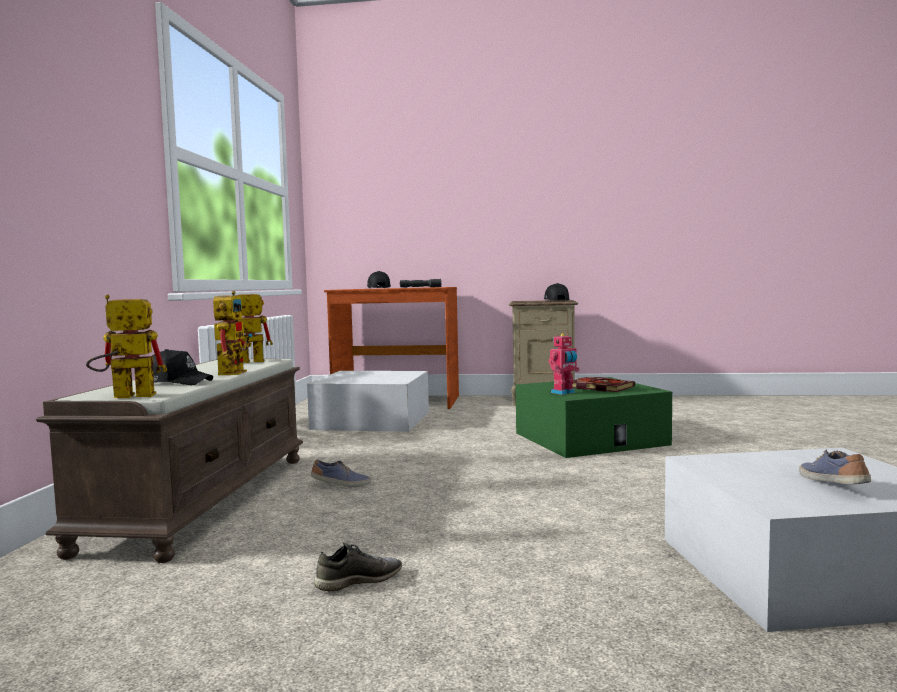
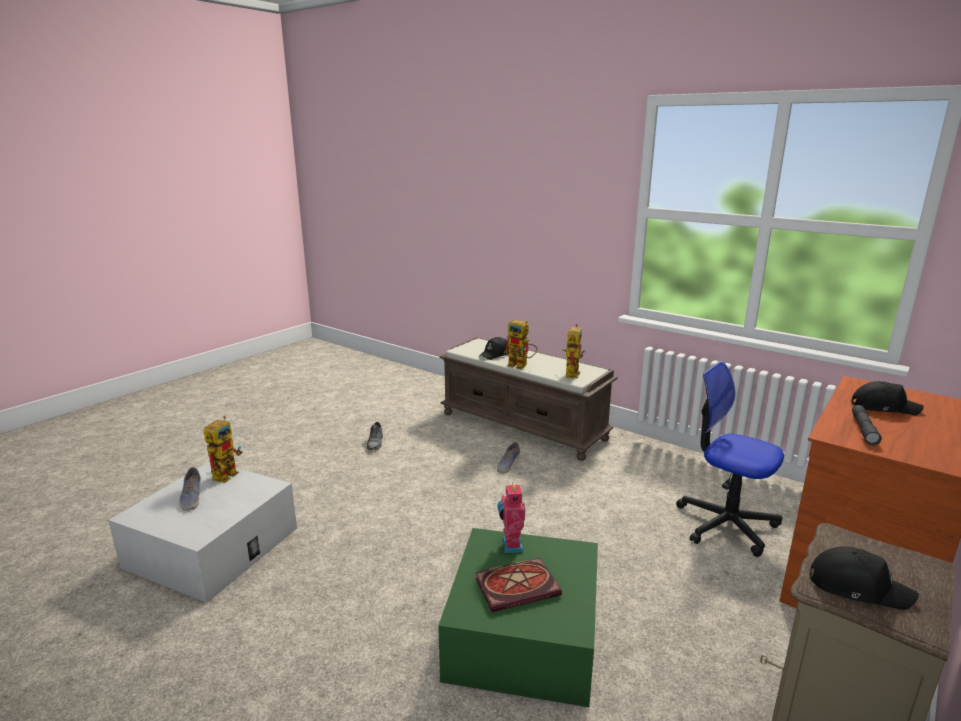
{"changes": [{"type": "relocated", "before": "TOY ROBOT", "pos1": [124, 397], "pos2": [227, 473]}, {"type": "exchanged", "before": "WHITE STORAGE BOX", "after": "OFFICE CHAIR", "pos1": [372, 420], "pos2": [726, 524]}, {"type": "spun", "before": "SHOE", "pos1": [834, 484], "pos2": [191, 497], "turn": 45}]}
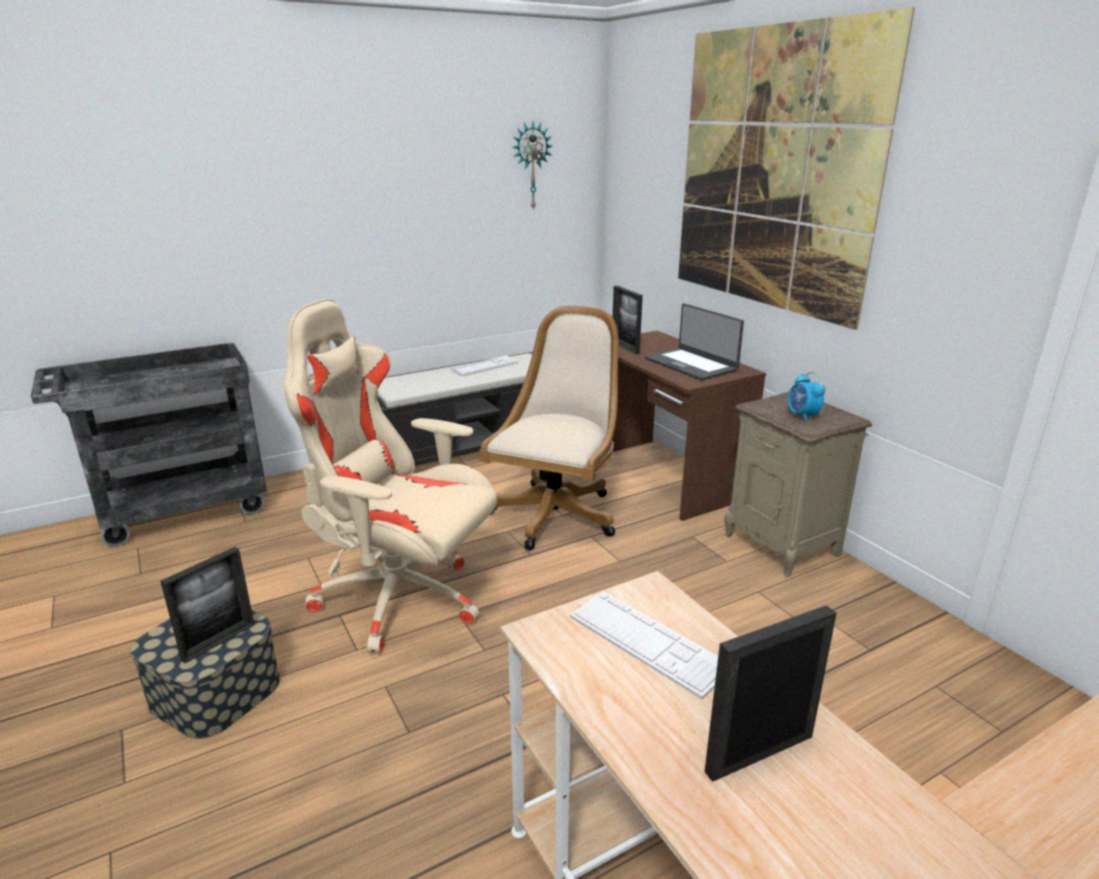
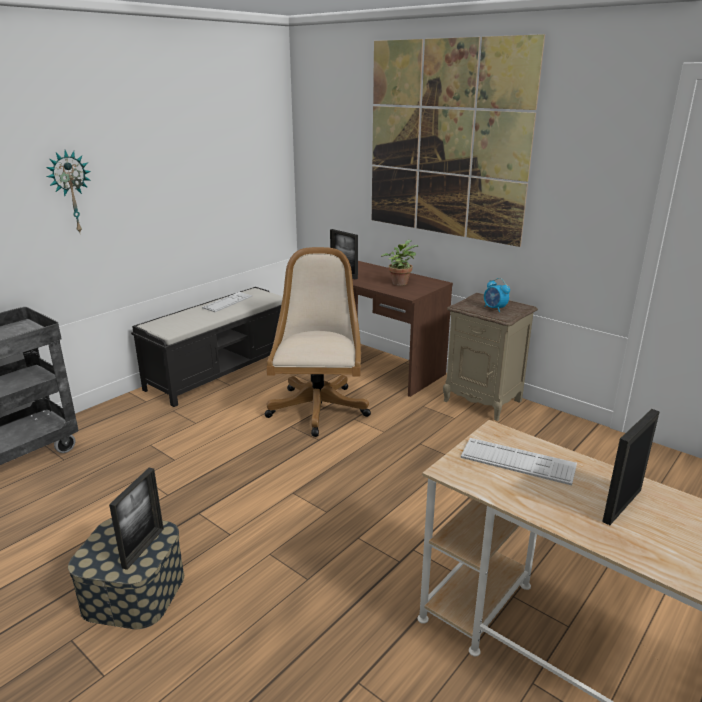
{"changes": [{"type": "relocated", "before": "WALL CLOCK", "pos1": [531, 166], "pos2": [70, 192]}, {"type": "missing", "before": "BEIGE OFFICE CHAIR", "pos1": [408, 603]}, {"type": "exchanged", "before": "LAPTOP", "after": "POTTED PLANT", "pos1": [691, 364], "pos2": [399, 282]}]}
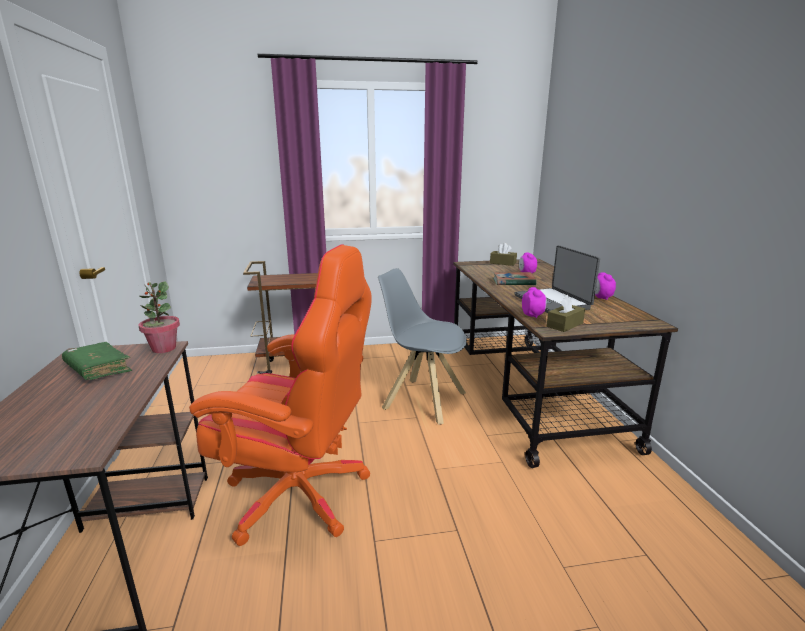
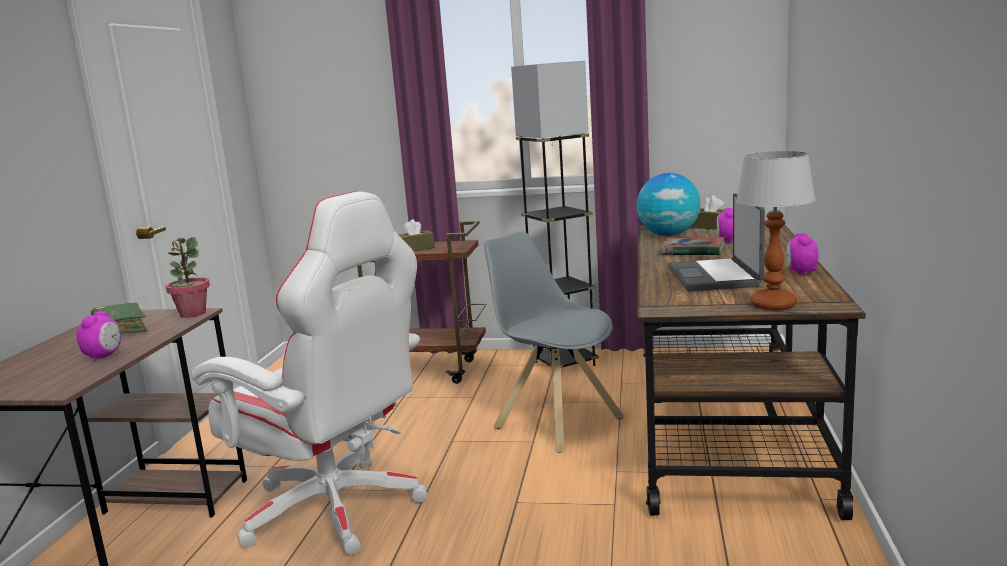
{"changes": [{"type": "colour", "before": "ORANGE OFFICE CHAIR", "after": "WHITE OFFICE CHAIR", "pos1": [297, 494], "pos2": [332, 508]}, {"type": "relocated", "before": "ALARM CLOCK", "pos1": [533, 315], "pos2": [104, 356]}, {"type": "relocated", "before": "BROWN TISSUE BOX", "pos1": [565, 325], "pos2": [415, 248]}, {"type": "appeared", "after": "GREY FLOOR LAMP", "pos2": [564, 363]}, {"type": "appeared", "after": "TABLE LAMP", "pos2": [774, 305]}, {"type": "appeared", "after": "GLOBE", "pos2": [669, 235]}]}
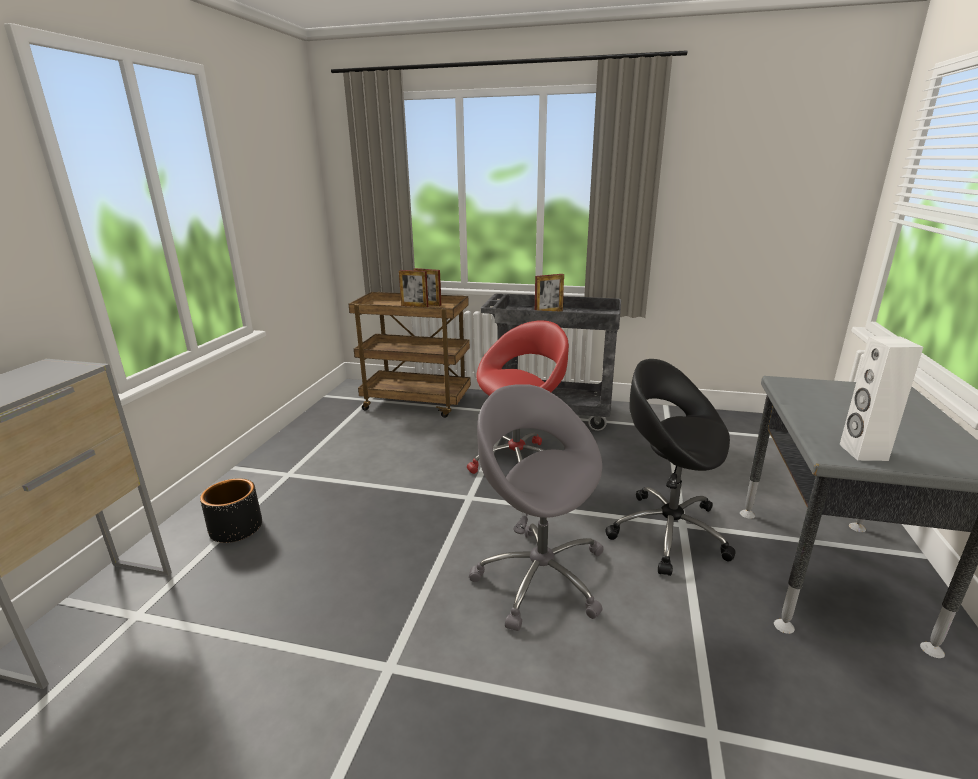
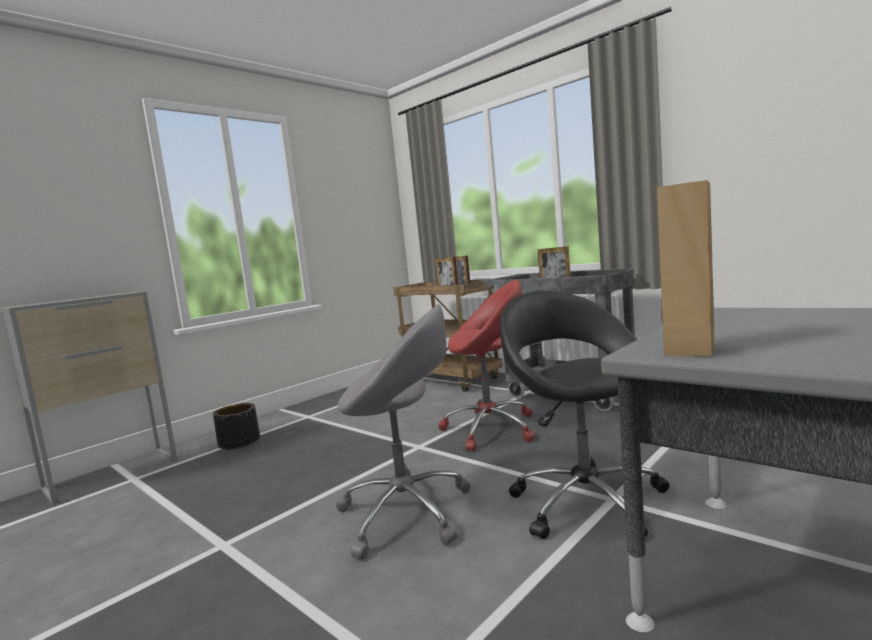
{"changes": [{"type": "colour", "before": "WHITE SPEAKER", "after": "BROWN SPEAKER", "pos1": [862, 452], "pos2": [688, 351]}, {"type": "spun", "before": "GREY OFFICE CHAIR", "pos1": [539, 577], "pos2": [408, 512], "turn": 120}]}
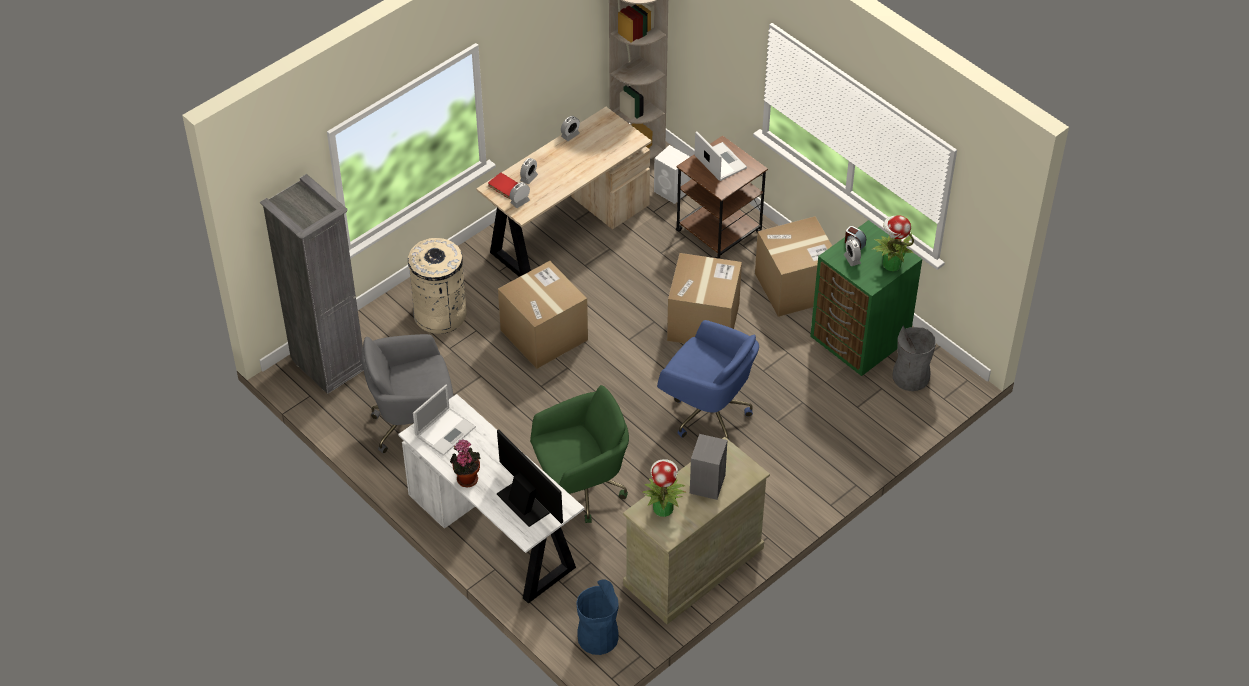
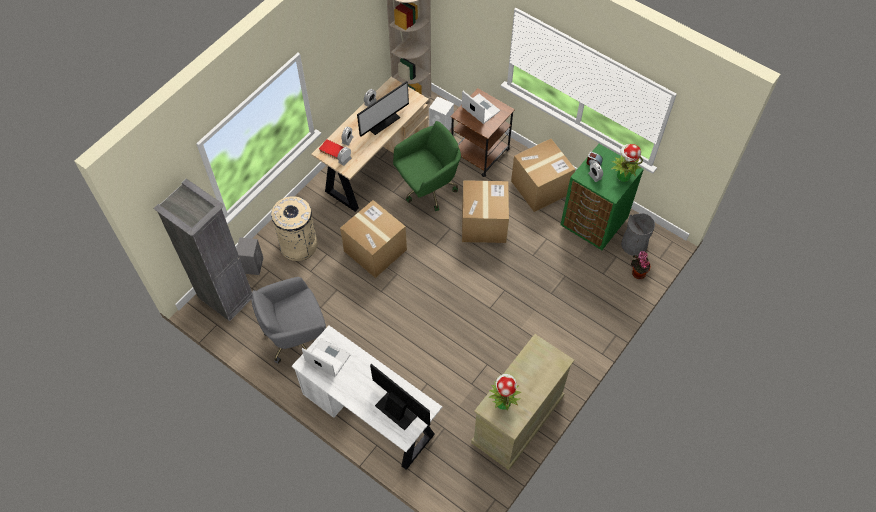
{"changes": [{"type": "missing", "before": "BLUE OFFICE CHAIR", "pos1": [706, 414]}, {"type": "spun", "before": "LAPTOP", "pos1": [446, 431], "pos2": [327, 357], "turn": -90}, {"type": "relocated", "before": "GREEN OFFICE CHAIR", "pos1": [581, 491], "pos2": [428, 190]}, {"type": "relocated", "before": "GREY SPEAKER", "pos1": [707, 483], "pos2": [252, 264]}, {"type": "relocated", "before": "POTTED PLANT", "pos1": [466, 478], "pos2": [637, 272]}, {"type": "missing", "before": "BLUE TRASH CAN", "pos1": [598, 637]}, {"type": "appeared", "after": "MONITOR", "pos2": [382, 121]}]}
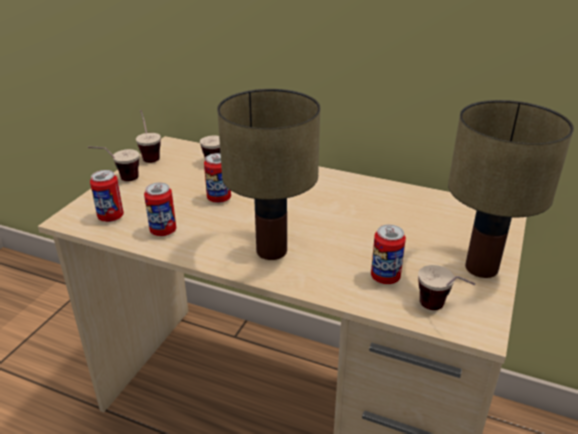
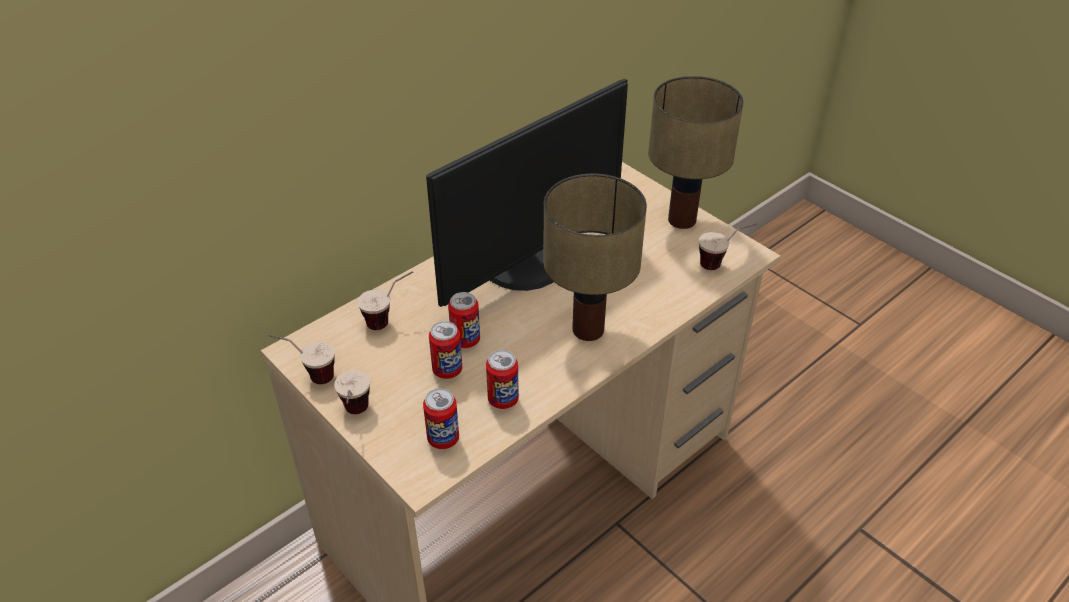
{"changes": [{"type": "relocated", "before": "CAN", "pos1": [385, 277], "pos2": [447, 370]}, {"type": "appeared", "after": "MONITOR", "pos2": [526, 264]}]}
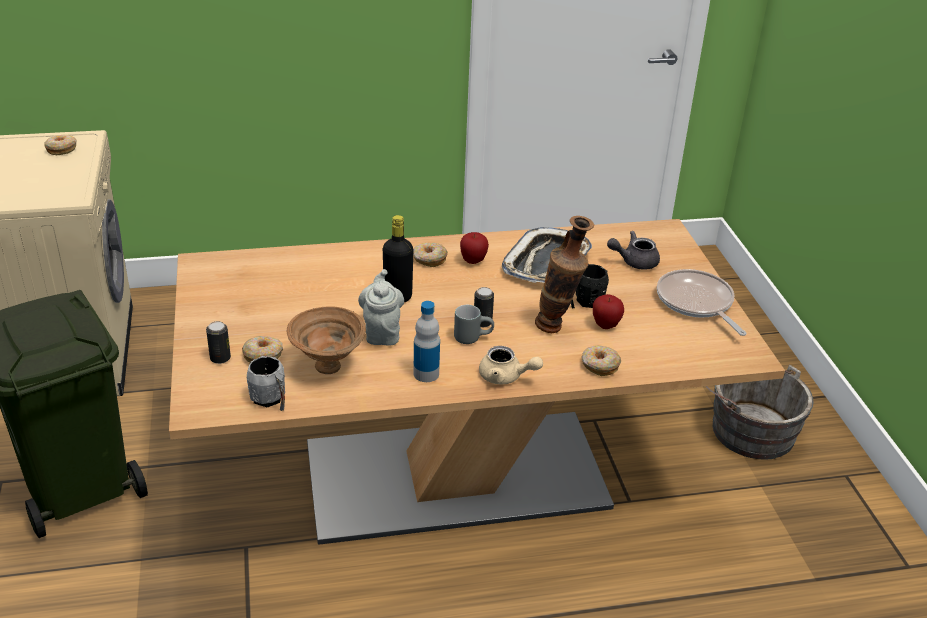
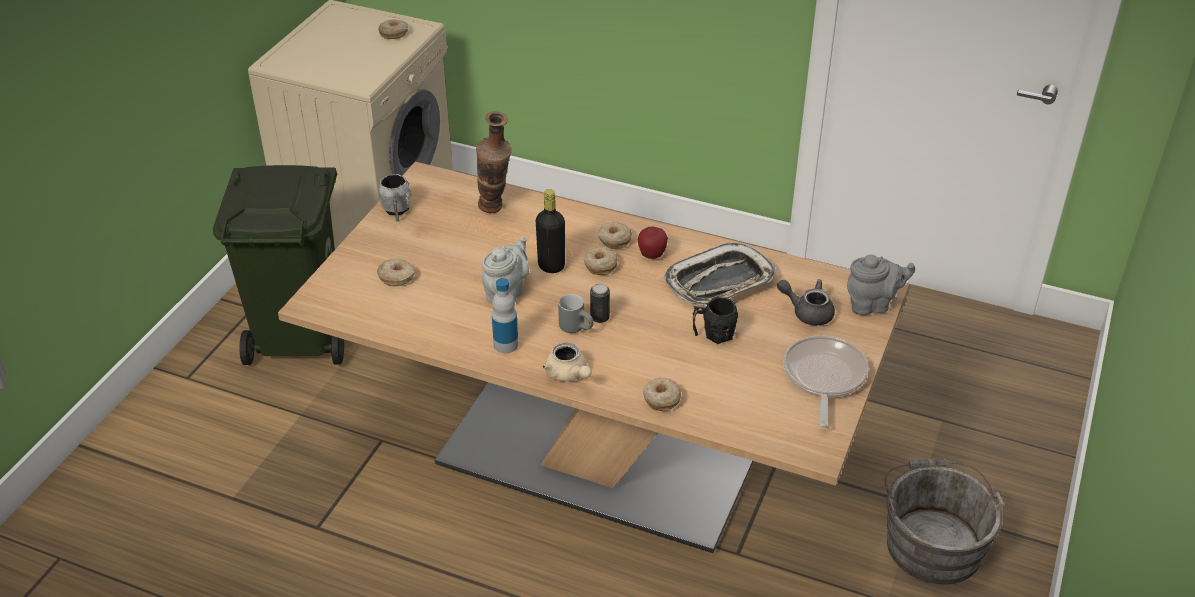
{"changes": [{"type": "relocated", "before": "VASE", "pos1": [557, 328], "pos2": [495, 211]}, {"type": "missing", "before": "APPLE", "pos1": [605, 325]}, {"type": "missing", "before": "BROWN BOWL", "pos1": [329, 367]}, {"type": "missing", "before": "CAN", "pos1": [220, 358]}, {"type": "relocated", "before": "GREY MUG", "pos1": [270, 400], "pos2": [396, 211]}, {"type": "appeared", "after": "DONUT", "pos2": [600, 265]}, {"type": "appeared", "after": "GREY TEAPOT", "pos2": [872, 305]}]}
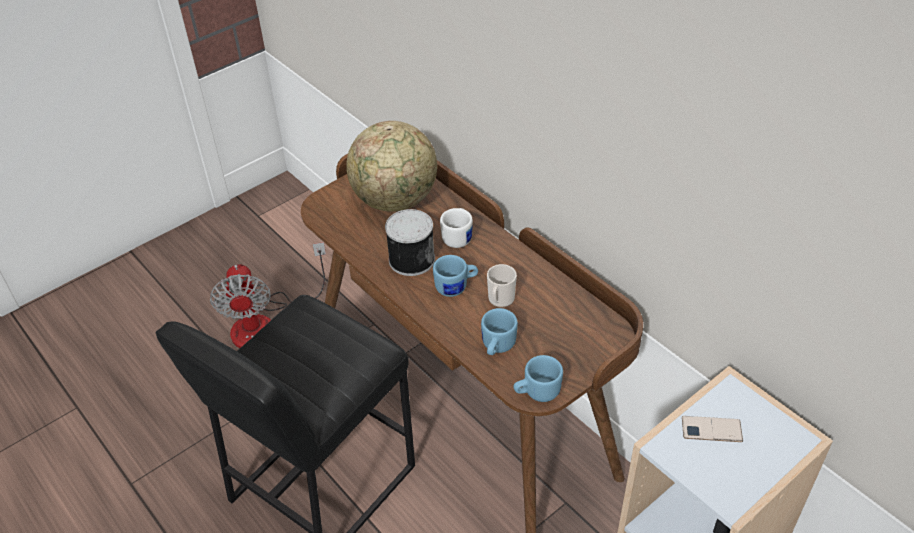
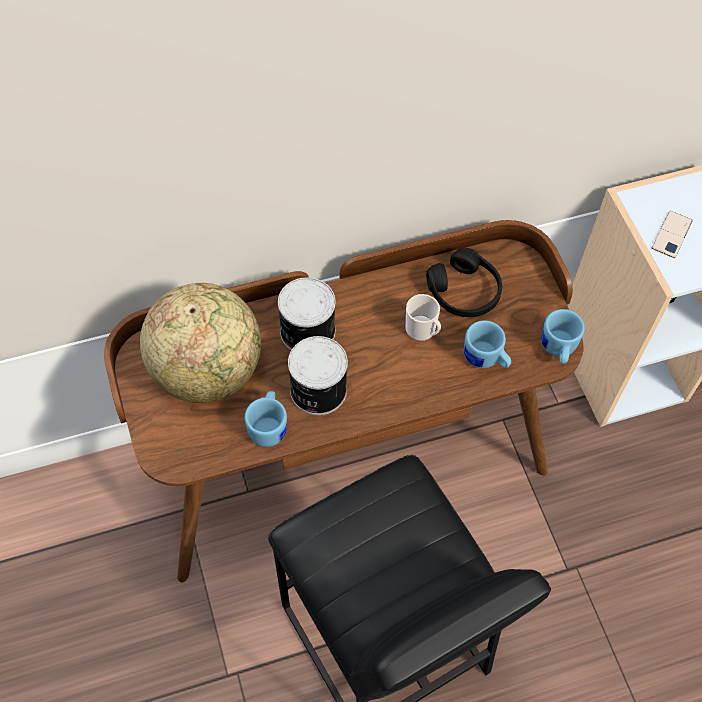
{"changes": [{"type": "exchanged", "before": "WHITE MUG", "after": "CAN", "pos1": [458, 236], "pos2": [306, 331]}, {"type": "missing", "before": "FAN", "pos1": [266, 323]}, {"type": "relocated", "before": "BLUE MUG", "pos1": [456, 287], "pos2": [269, 426]}, {"type": "appeared", "after": "BLACK HEADPHONES", "pos2": [464, 292]}]}
